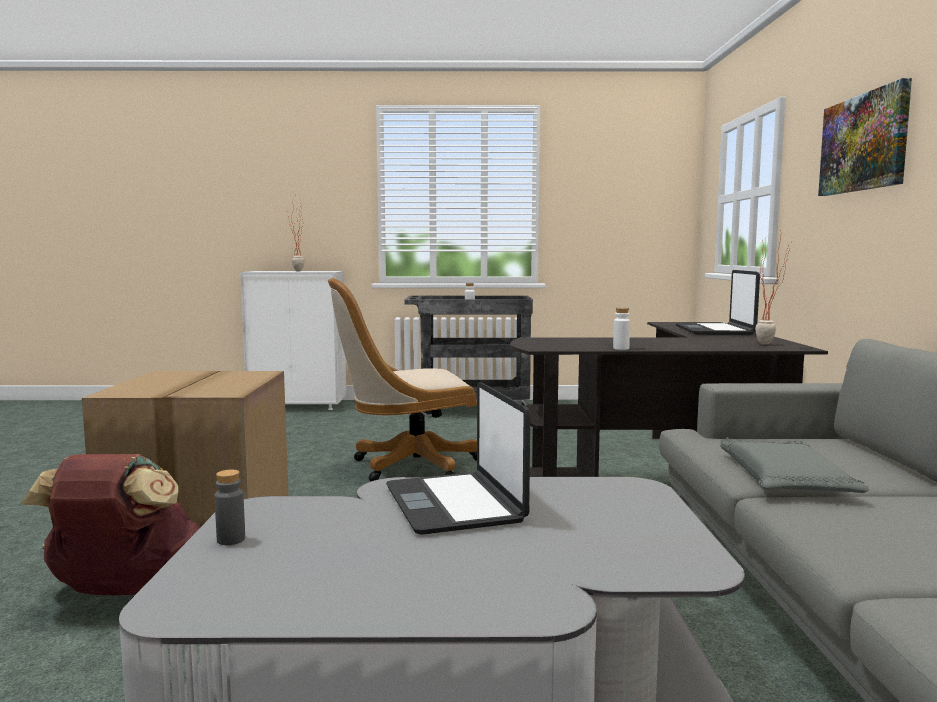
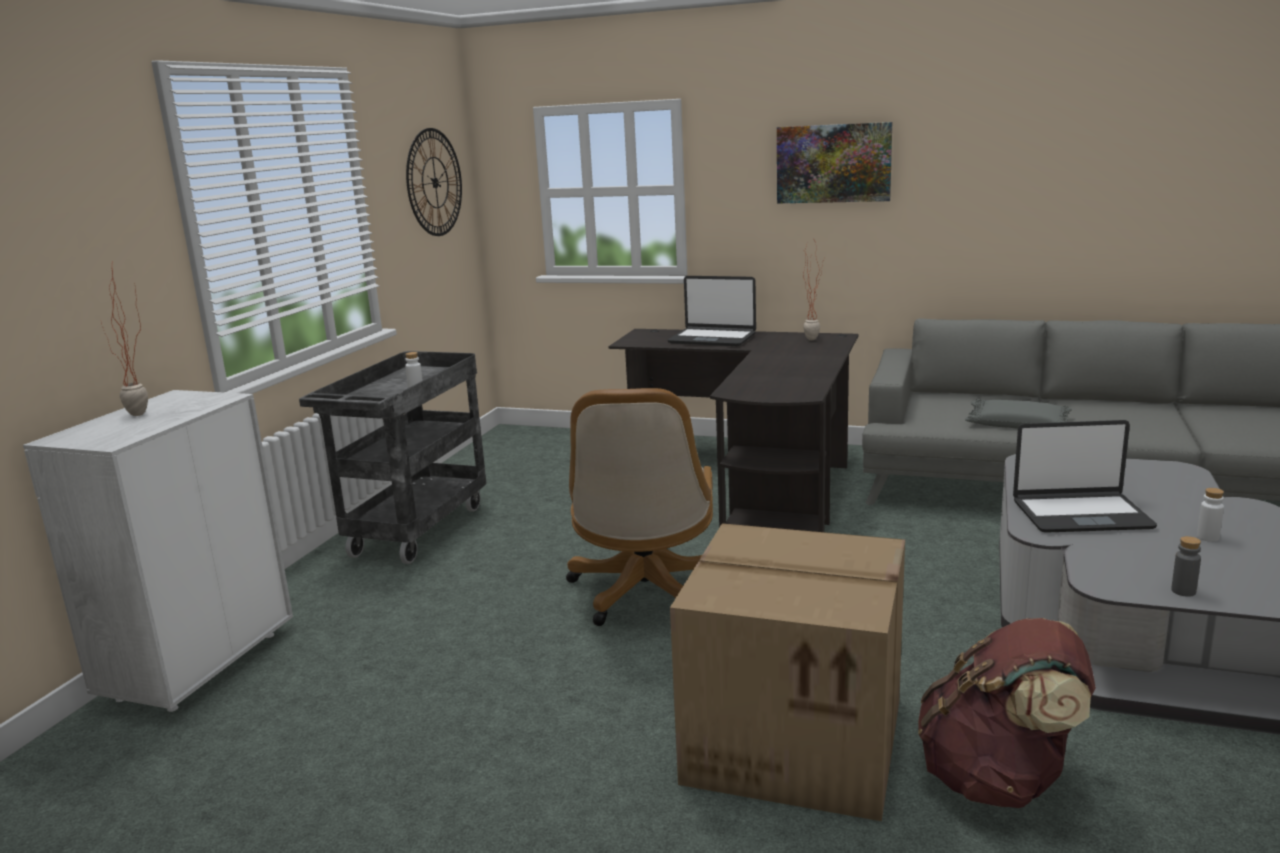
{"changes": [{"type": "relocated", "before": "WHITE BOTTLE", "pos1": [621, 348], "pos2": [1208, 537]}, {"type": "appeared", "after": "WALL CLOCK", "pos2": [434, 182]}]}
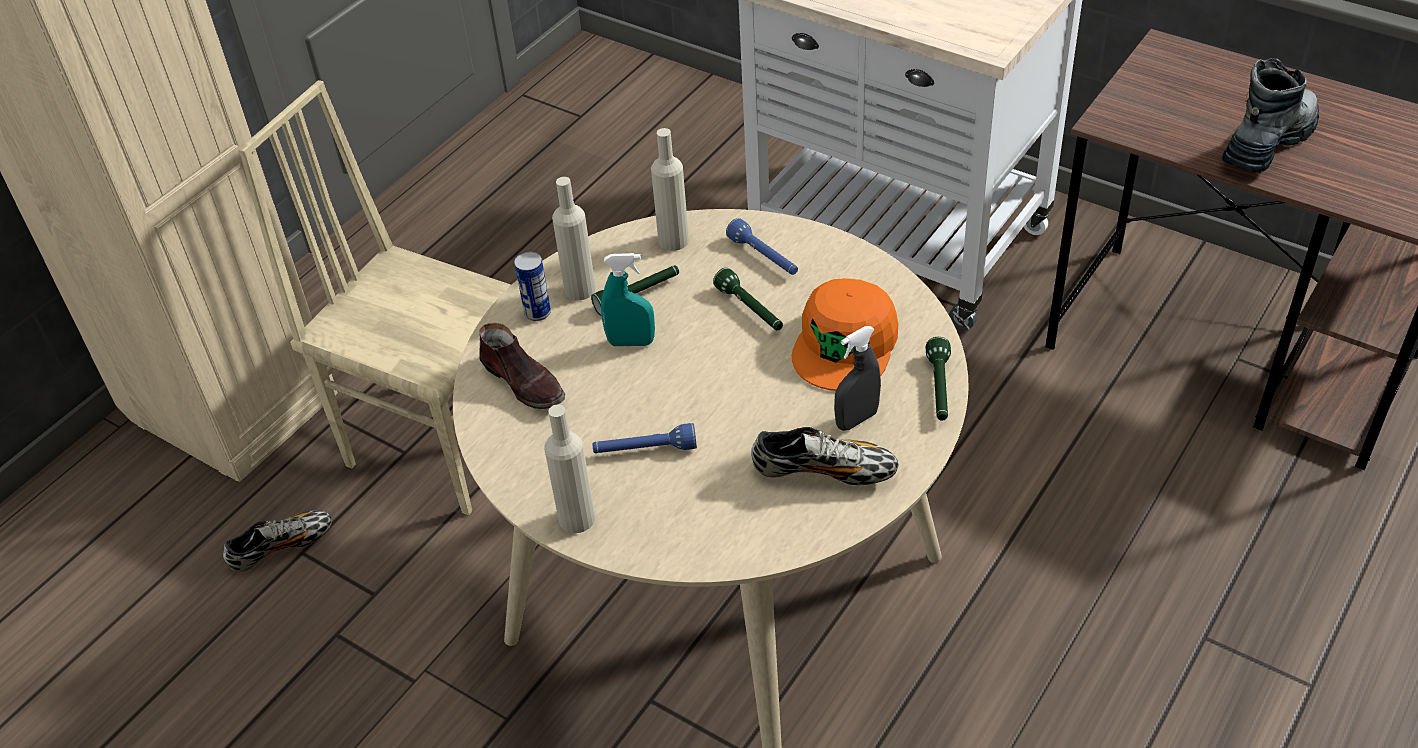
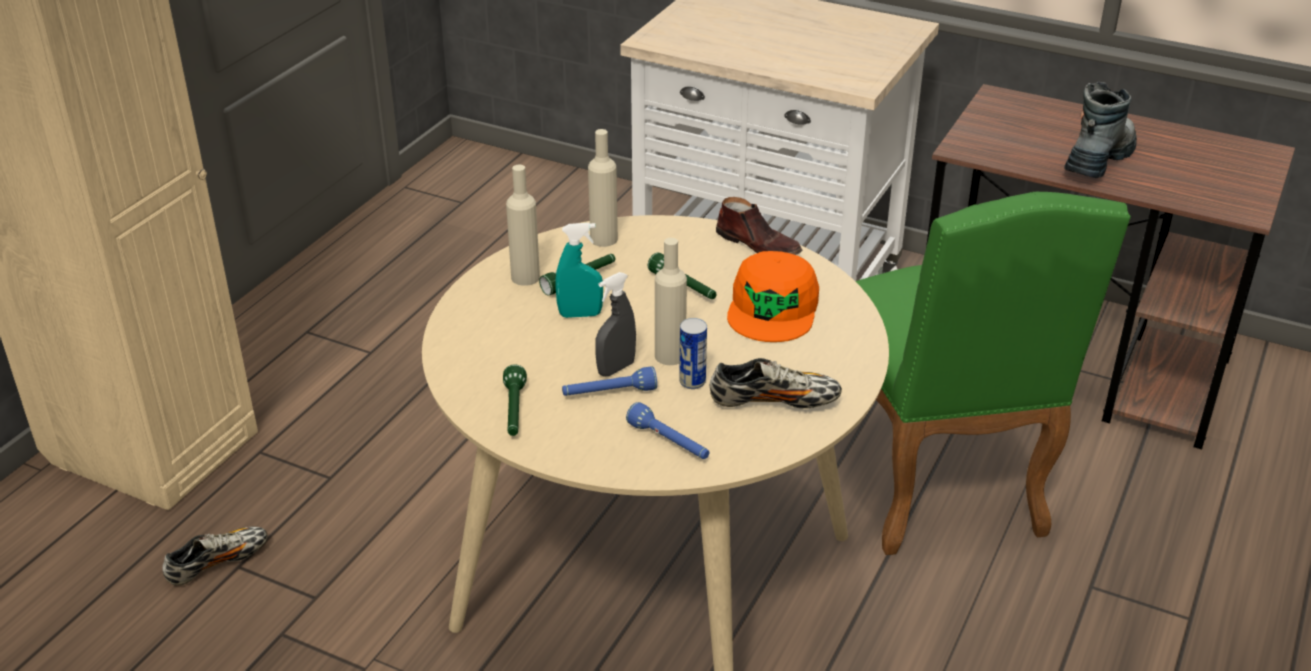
{"changes": [{"type": "missing", "before": "BEIGE CHAIR", "pos1": [444, 442]}, {"type": "relocated", "before": "BLUE FLASHLIGHT", "pos1": [764, 257], "pos2": [669, 442]}, {"type": "relocated", "before": "CAN", "pos1": [537, 313], "pos2": [692, 382]}, {"type": "relocated", "before": "BROWN SHOE", "pos1": [524, 382], "pos2": [759, 245]}, {"type": "relocated", "before": "GREY SPRAY BOTTLE", "pos1": [856, 419], "pos2": [616, 368]}, {"type": "relocated", "before": "GREEN FLASHLIGHT", "pos1": [939, 389], "pos2": [514, 411]}, {"type": "relocated", "before": "BEIGE BOTTLE", "pos1": [576, 518], "pos2": [670, 356]}, {"type": "appeared", "after": "GREEN CHAIR", "pos2": [936, 482]}]}
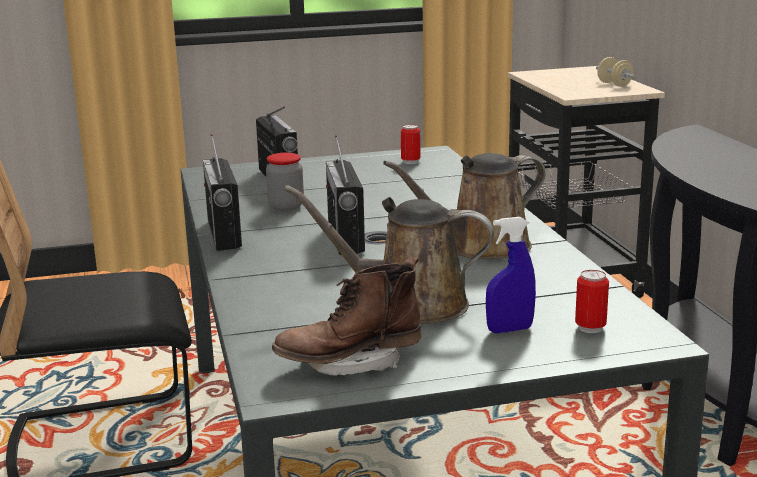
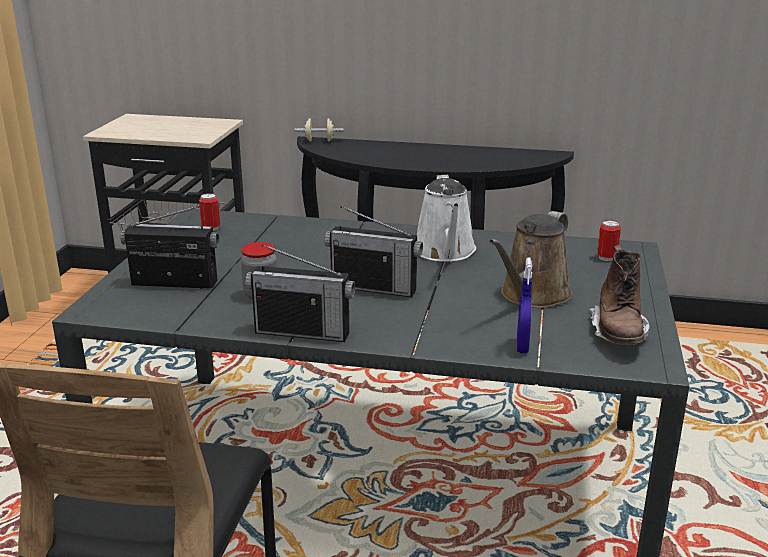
{"changes": [{"type": "relocated", "before": "BEIGE DUMBBELL", "pos1": [614, 84], "pos2": [319, 141]}, {"type": "colour", "before": "BROWN WATERING CAN", "after": "WHITE WATERING CAN", "pos1": [481, 248], "pos2": [445, 252]}, {"type": "relocated", "before": "BLUE SPRAY BOTTLE", "pos1": [509, 330], "pos2": [522, 346]}]}
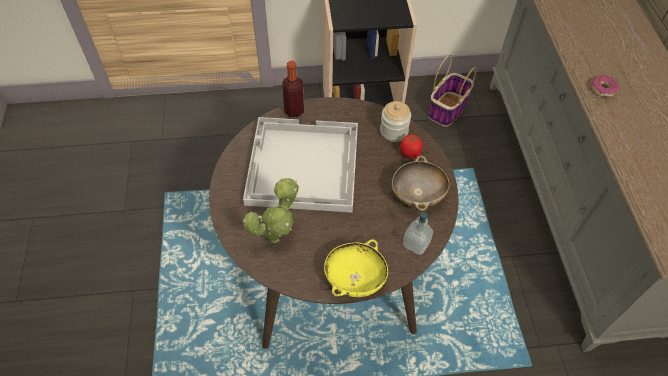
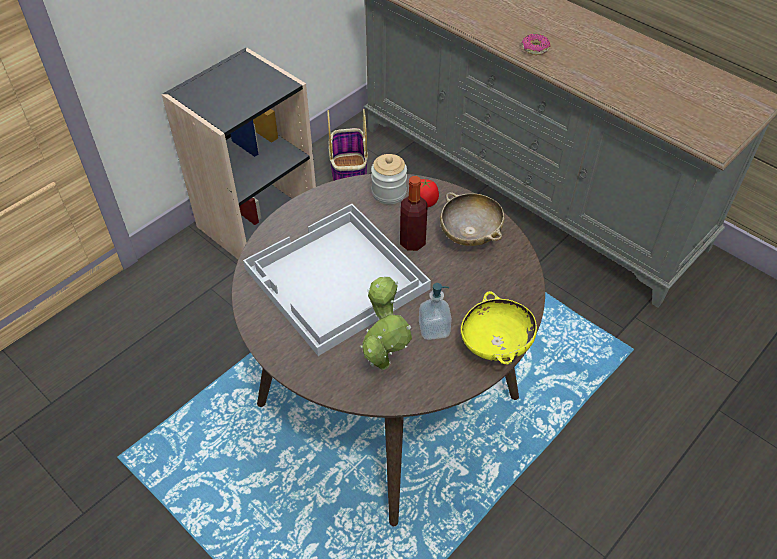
{"changes": [{"type": "relocated", "before": "BOTTLE", "pos1": [294, 111], "pos2": [412, 242]}, {"type": "relocated", "before": "SOAP DISPENSER", "pos1": [416, 244], "pos2": [434, 329]}]}
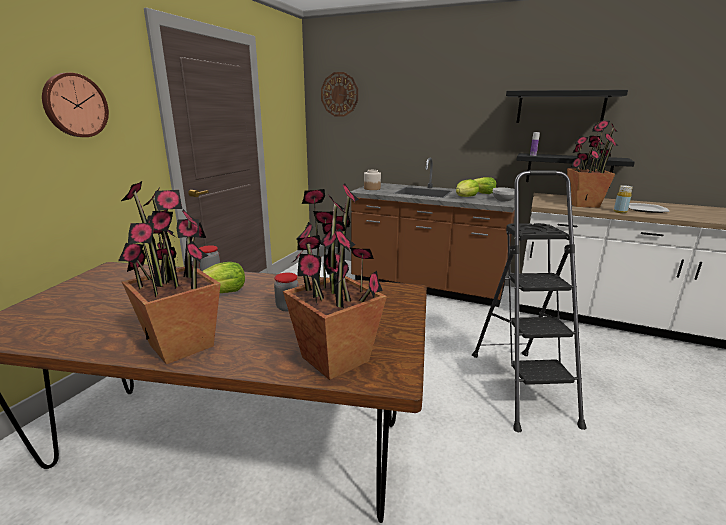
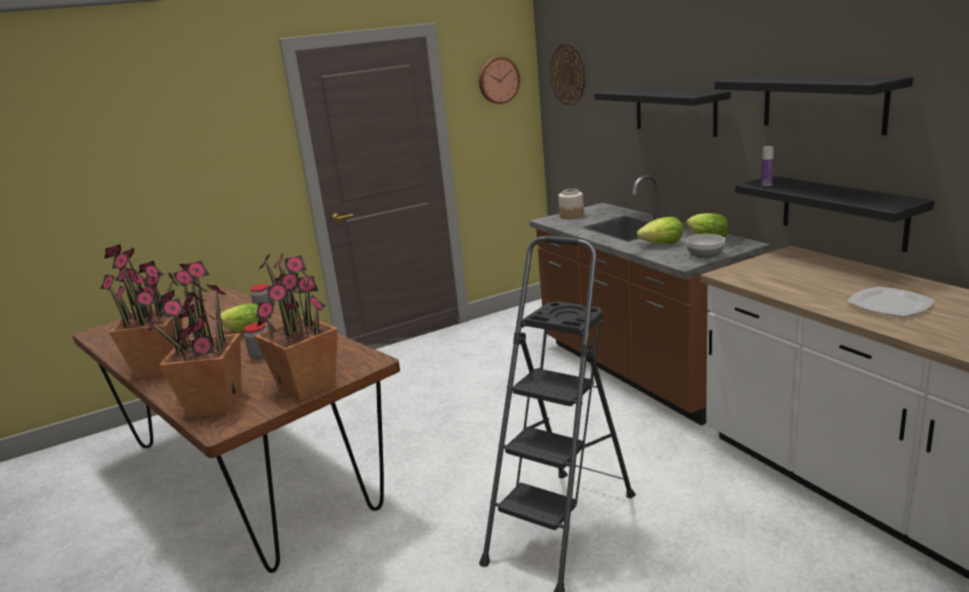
{"changes": [{"type": "relocated", "before": "WALL CLOCK", "pos1": [74, 105], "pos2": [498, 80]}, {"type": "relocated", "before": "POTTED PLANT", "pos1": [582, 204], "pos2": [307, 386]}, {"type": "missing", "before": "YELLOW BOTTLE", "pos1": [620, 212]}, {"type": "appeared", "after": "BLACK SHELF", "pos2": [675, 111]}]}
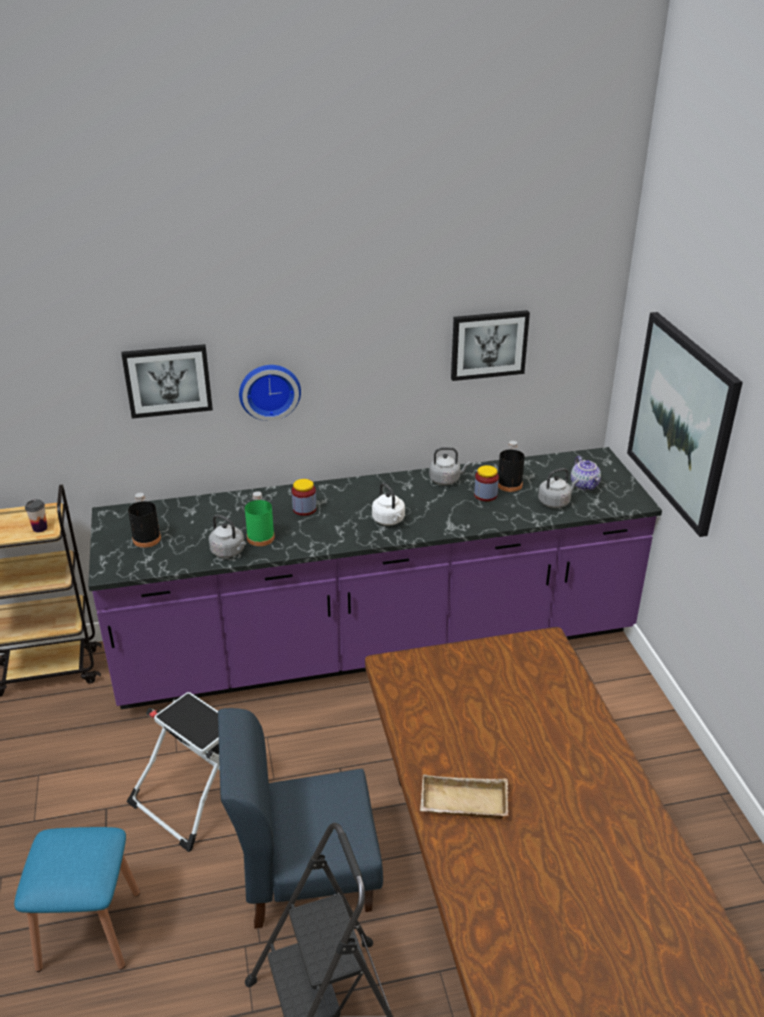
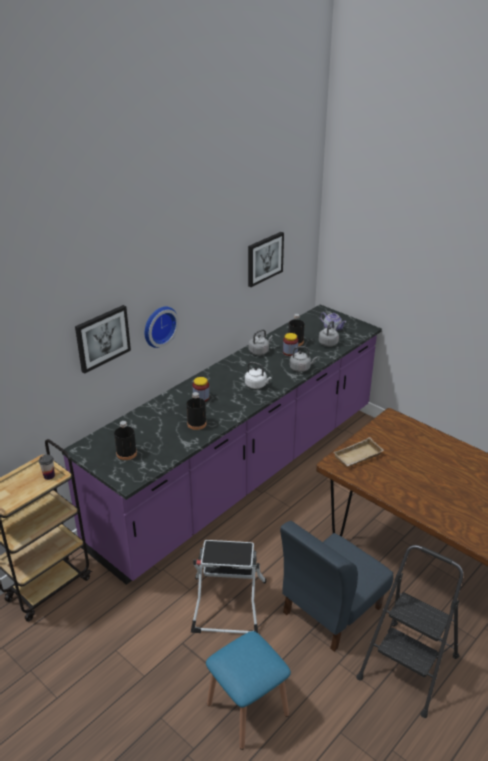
{"changes": [{"type": "missing", "before": "PICTURE", "pos1": [681, 421]}, {"type": "colour", "before": "GREEN BOTTLE", "after": "BLACK BOTTLE", "pos1": [260, 538], "pos2": [196, 424]}, {"type": "relocated", "before": "GREY KETTLE", "pos1": [229, 552], "pos2": [301, 368]}, {"type": "relocated", "before": "BEIGE TRAY", "pos1": [462, 804], "pos2": [358, 457]}]}
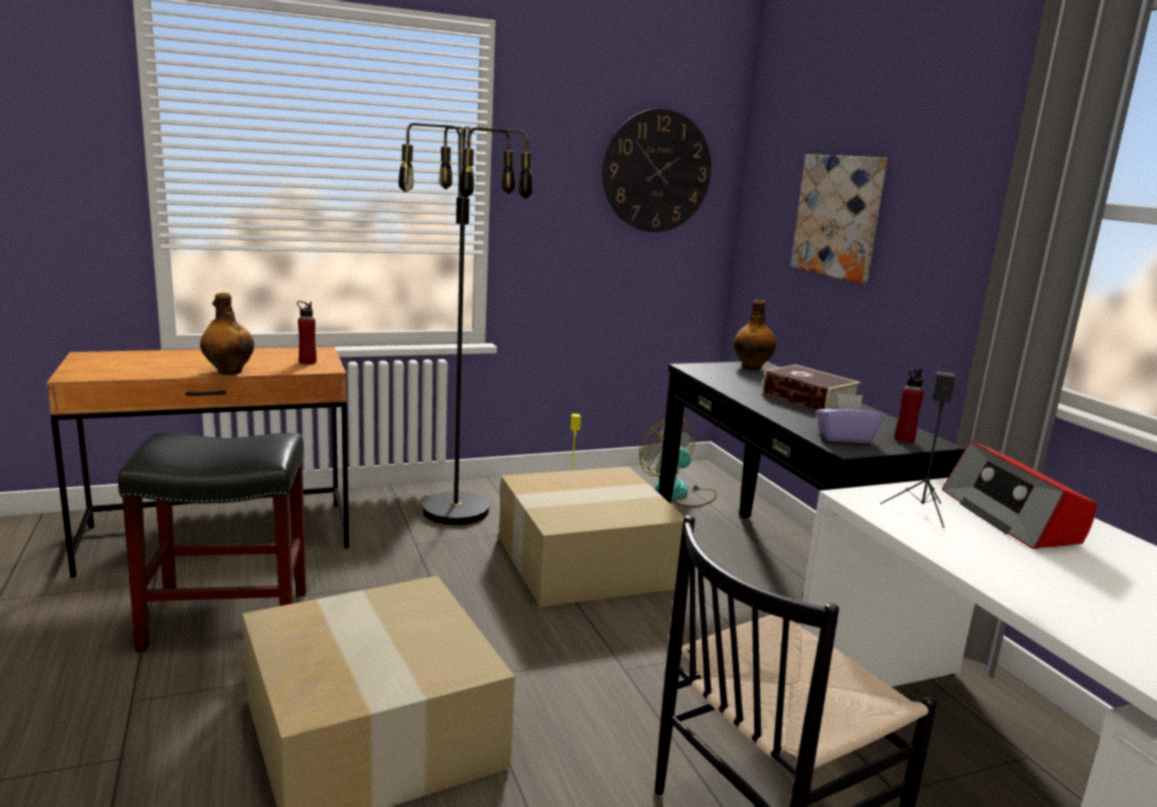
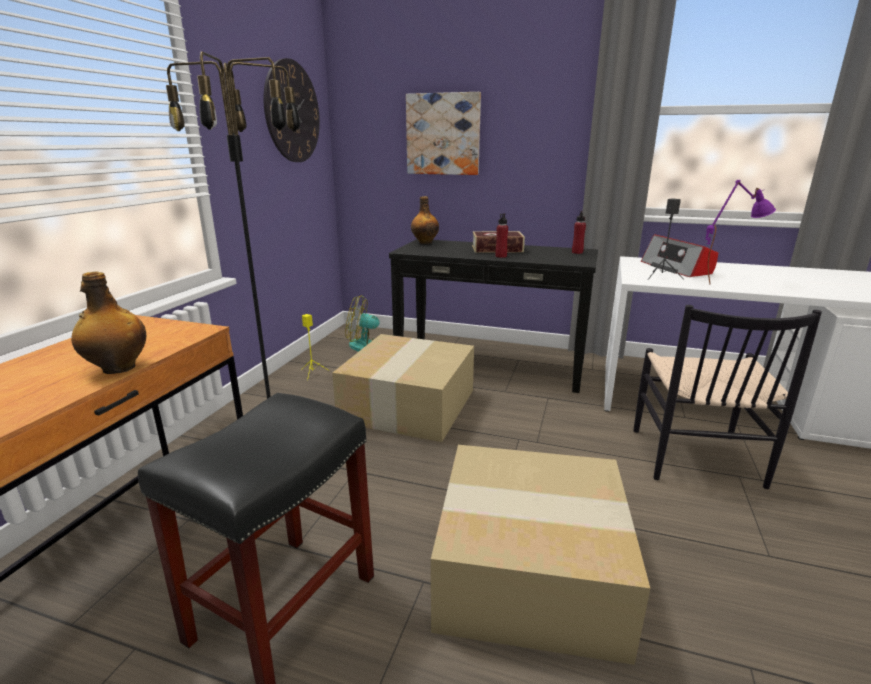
{"changes": [{"type": "relocated", "before": "RED BOTTLE", "pos1": [307, 362], "pos2": [501, 256]}, {"type": "missing", "before": "PURPLE TISSUE BOX", "pos1": [844, 437]}, {"type": "spun", "before": "RADIO", "pos1": [1011, 517], "pos2": [676, 268], "turn": 45}, {"type": "appeared", "after": "PURPLE TABLE LAMP", "pos2": [725, 282]}]}
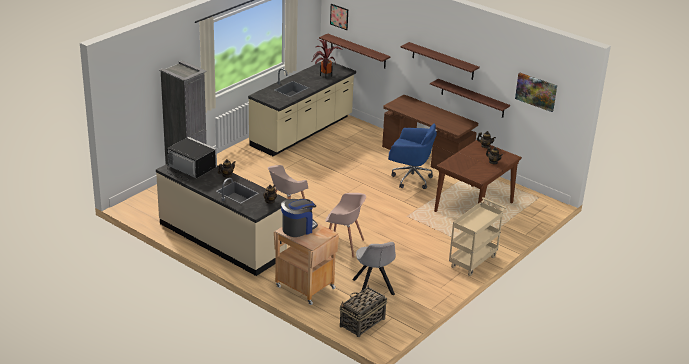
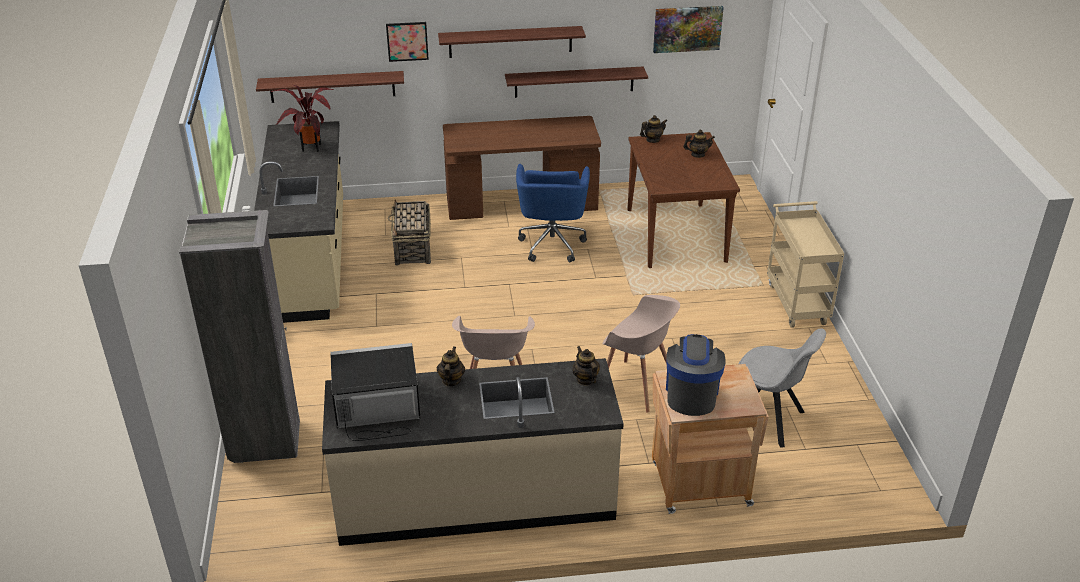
{"changes": [{"type": "relocated", "before": "PICTURE", "pos1": [339, 16], "pos2": [407, 41]}, {"type": "spun", "before": "BLUE OFFICE CHAIR", "pos1": [409, 179], "pos2": [552, 244], "turn": 120}, {"type": "spun", "before": "BEIGE CHAIR", "pos1": [344, 245], "pos2": [637, 386], "turn": 60}, {"type": "relocated", "before": "BASKET", "pos1": [362, 322], "pos2": [412, 249]}]}
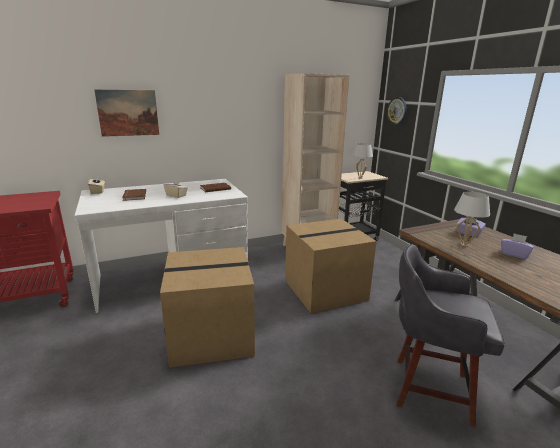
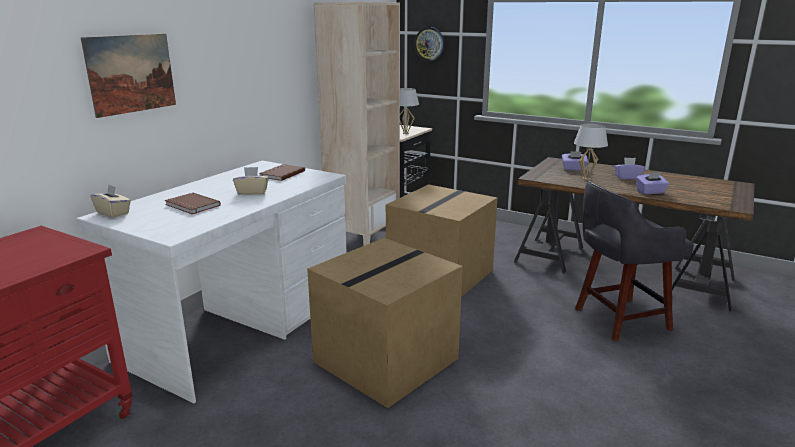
{"changes": [{"type": "appeared", "after": "PURPLE TISSUE BOX", "pos2": [650, 192]}]}
